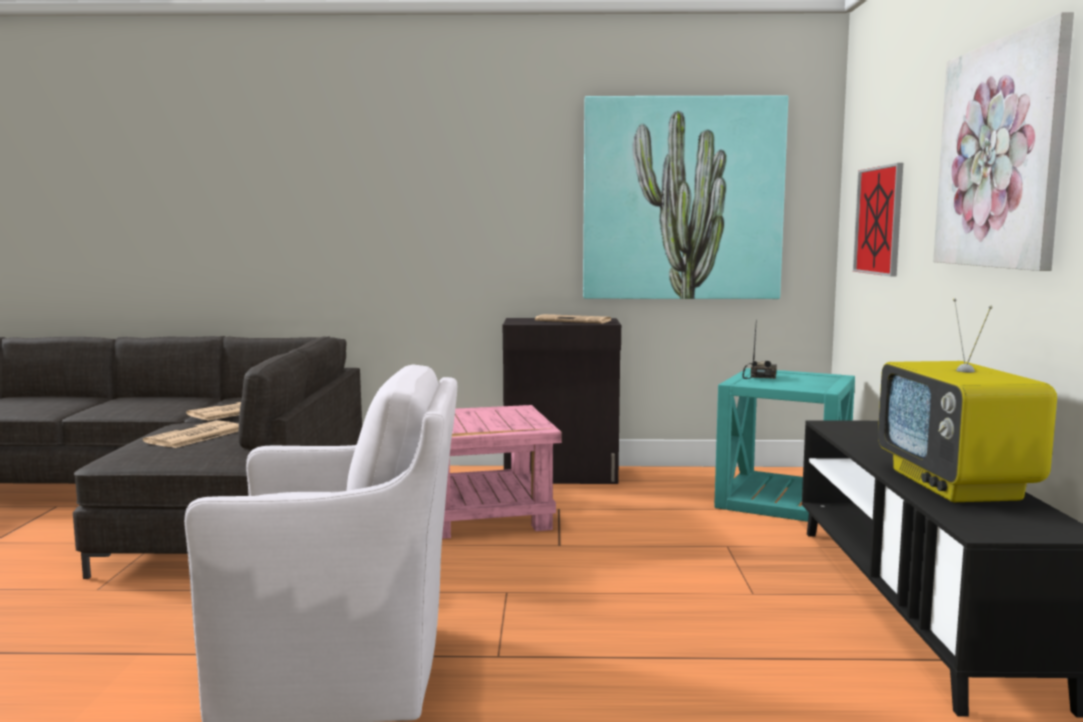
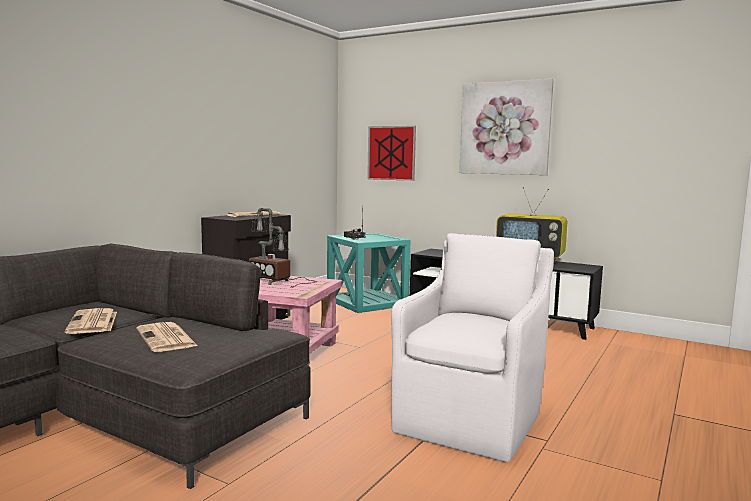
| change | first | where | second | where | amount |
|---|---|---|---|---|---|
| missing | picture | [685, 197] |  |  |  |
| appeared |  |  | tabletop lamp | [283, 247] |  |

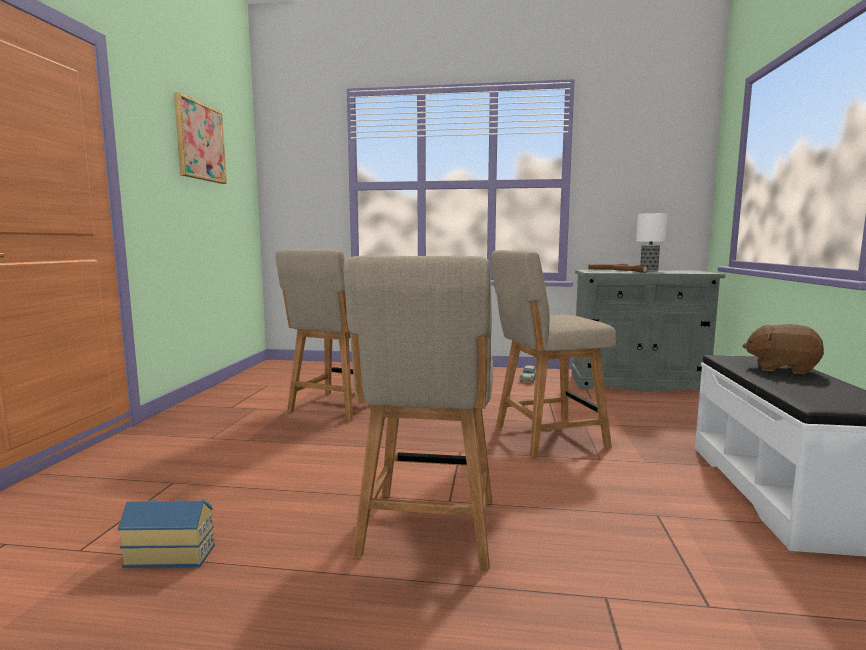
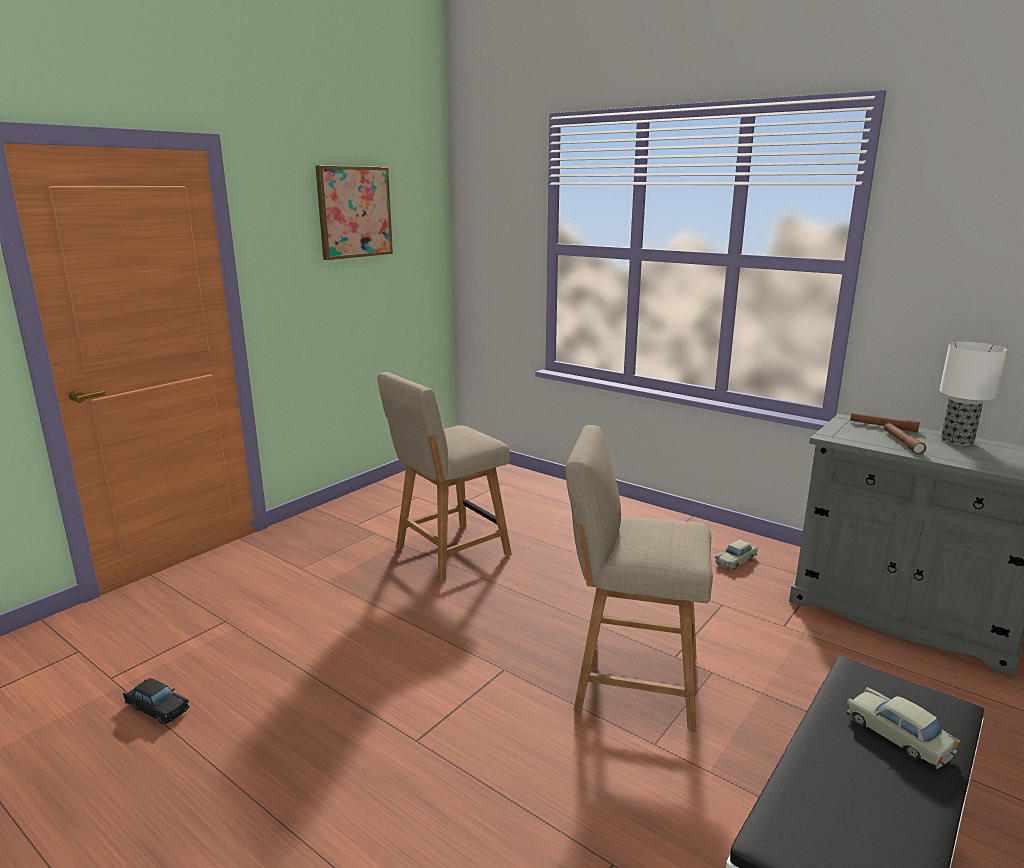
| change | first | where | second | where | amount |
|---|---|---|---|---|---|
| exchanged | miniature house | [166, 533] | black-coloured miniature car | [156, 701] |  |
| missing | beige-coloured upright chair | [418, 412] |  |  |  |
| exchanged | brown-coloured soft toy | [783, 349] | beige-coloured miniature car | [903, 728] |  |

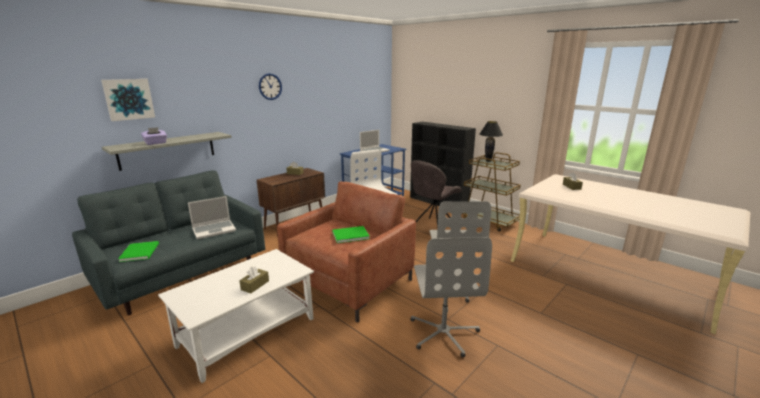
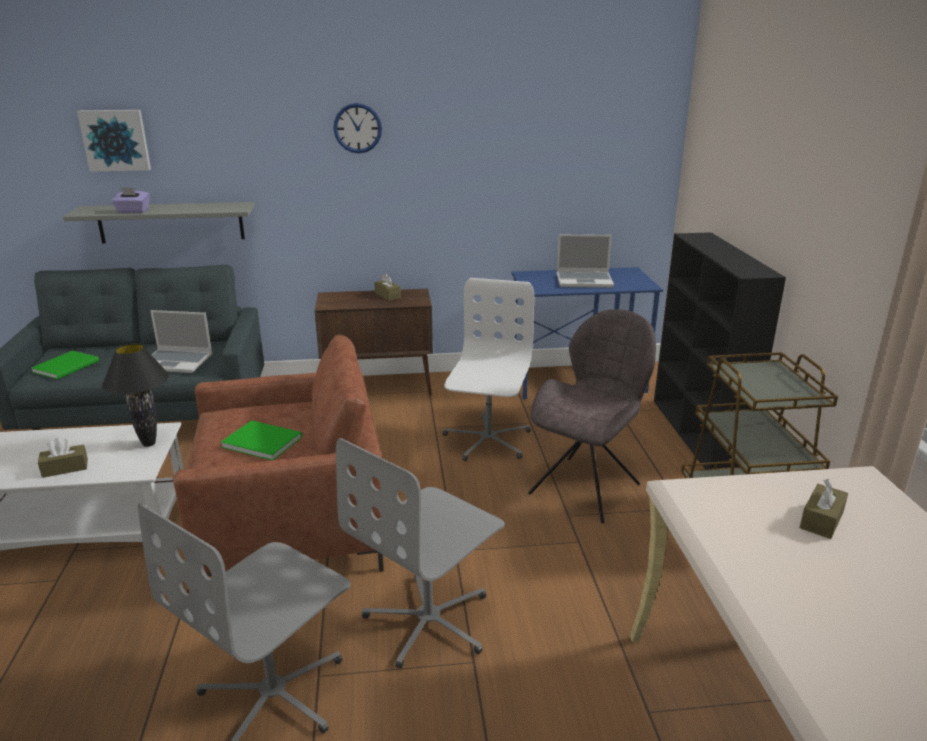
| change | first | where | second | where | amount |
|---|---|---|---|---|---|
| spun | greyish upright chair | [436, 193] |  | [592, 416] | 135 degrees clockwise |
| relocated | black-coloured tabletop lamp | [491, 141] |  | [135, 395] |  |

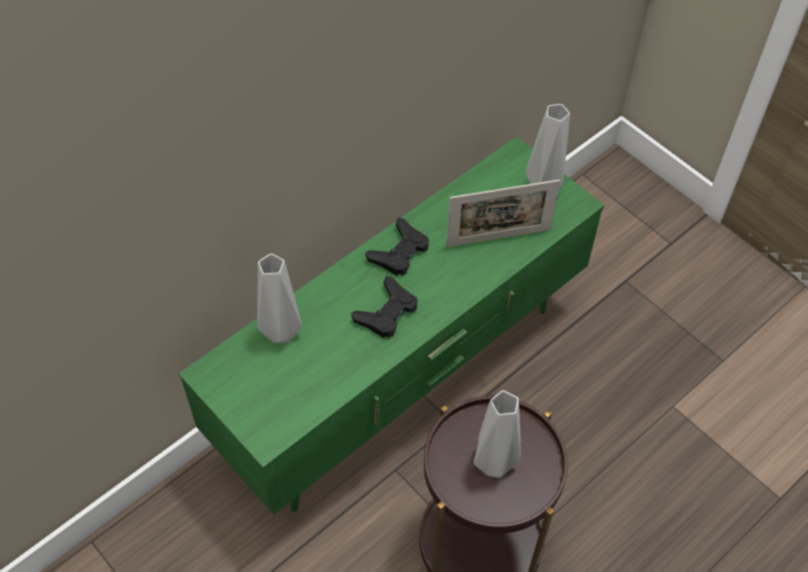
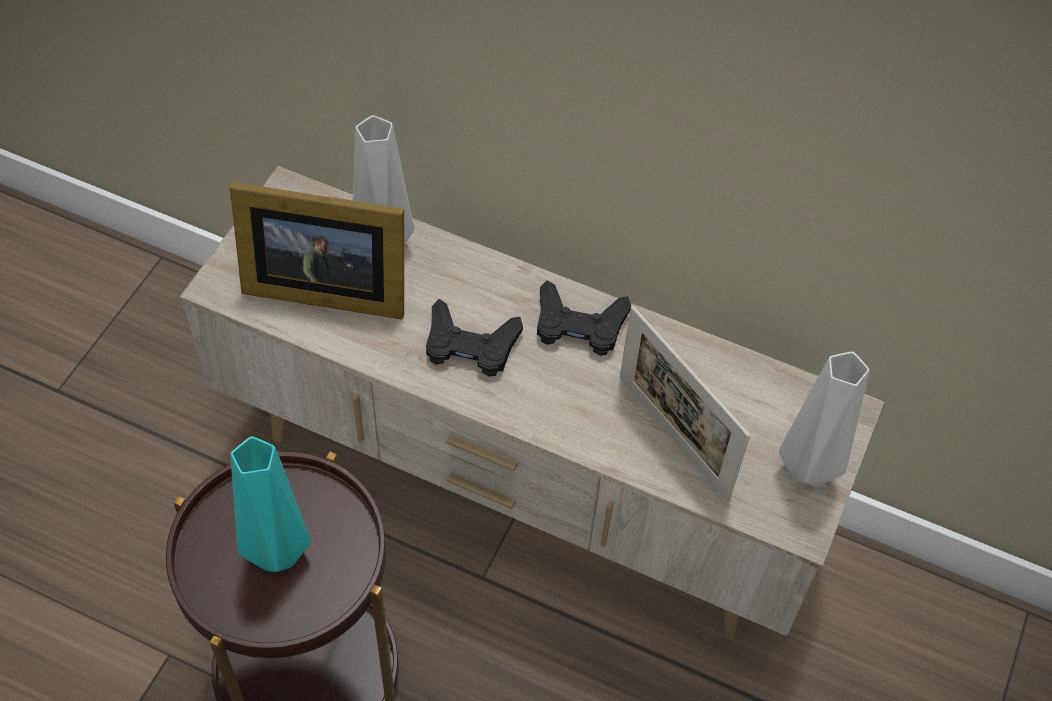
| change | first | where | second | where | amount |
|---|---|---|---|---|---|
| colour | green-coloured tv stand | [391, 325] | beige-coloured tv stand | [532, 403] |  |
| colour | greyish vase | [497, 434] | blue-green vase | [271, 504] |  |
| appeared |  |  | standing frame | [317, 250] |  |

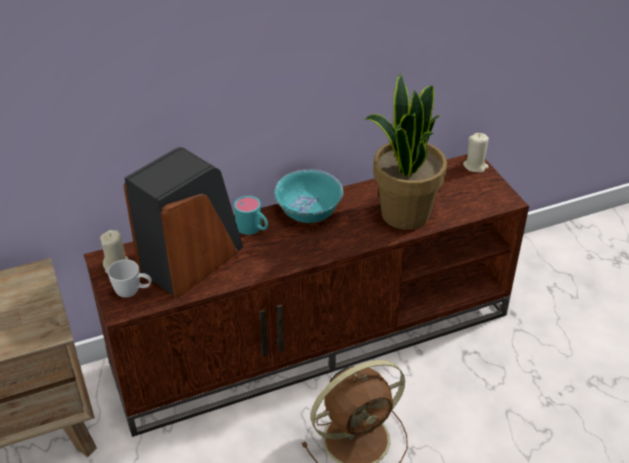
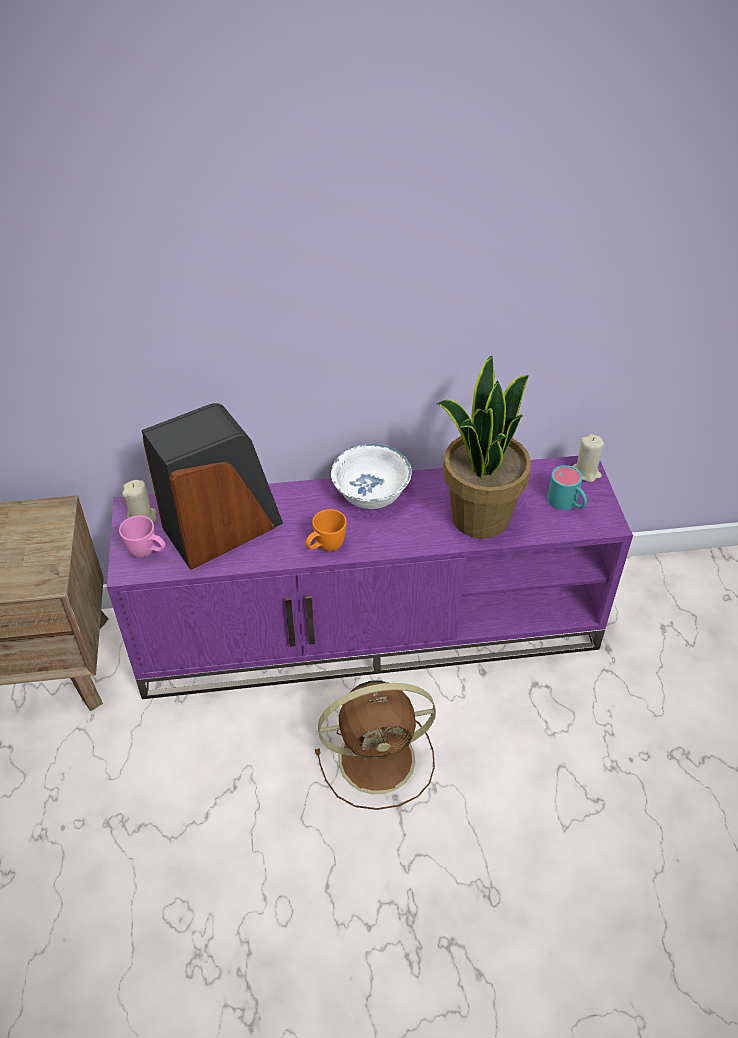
| change | first | where | second | where | amount |
|---|---|---|---|---|---|
| colour | brown-coloured tv stand | [306, 295] | purple-coloured tv stand | [370, 577] |  |
| colour | white mug | [130, 278] | pink mug | [142, 537] |  |
| relocated | blue-green mug | [251, 215] |  | [567, 487] |  |
| colour | blue-green serving bowl | [308, 196] | white serving bowl | [371, 476] |  |
| appeared |  |  | orange-coloured mug | [326, 530] |  |

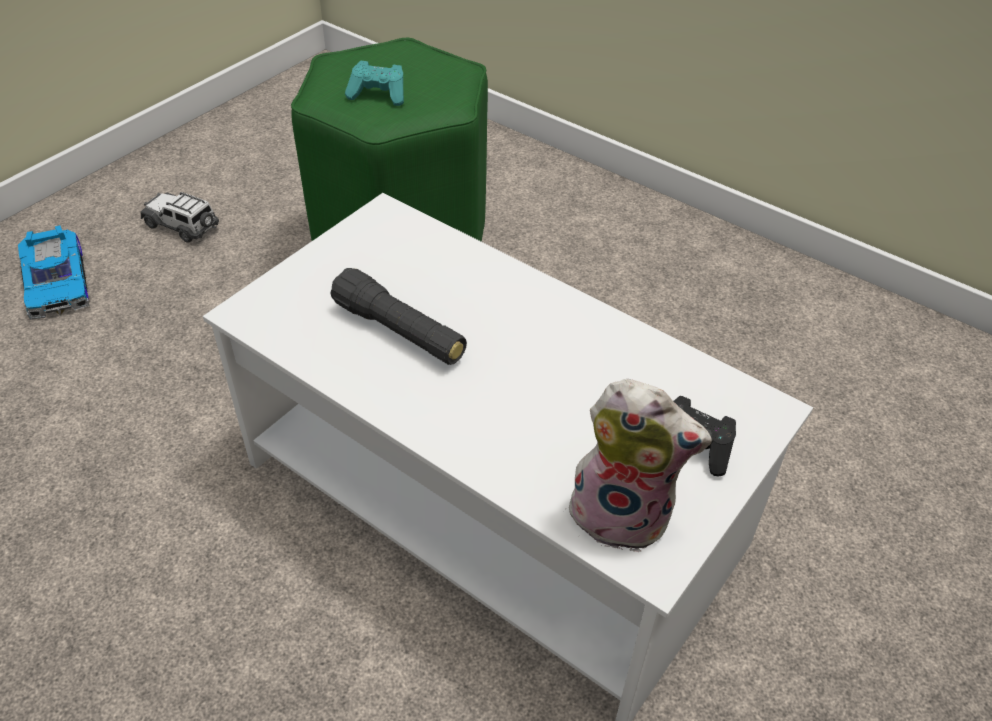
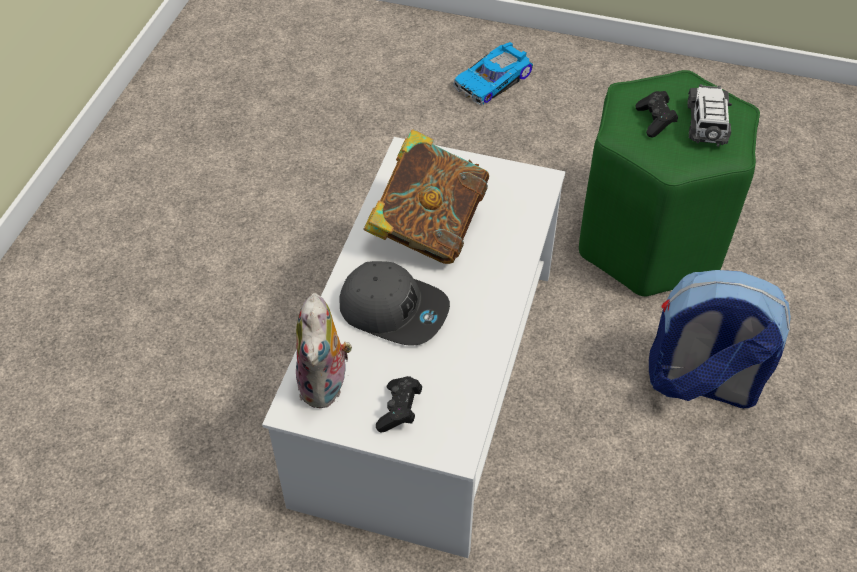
| change | first | where | second | where | amount |
|---|---|---|---|---|---|
| relocated | miniature car | [180, 217] |  | [709, 115] |  |
| exchanged | black-coloured flashlight | [398, 316] | book | [426, 196] |  |
| colour | blue-green gamepad | [374, 83] | black-coloured gamepad | [656, 114] |  |
| appeared |  |  | greyish baseball cap | [394, 303] |  |
| appeared |  |  | backpack | [720, 339] |  |

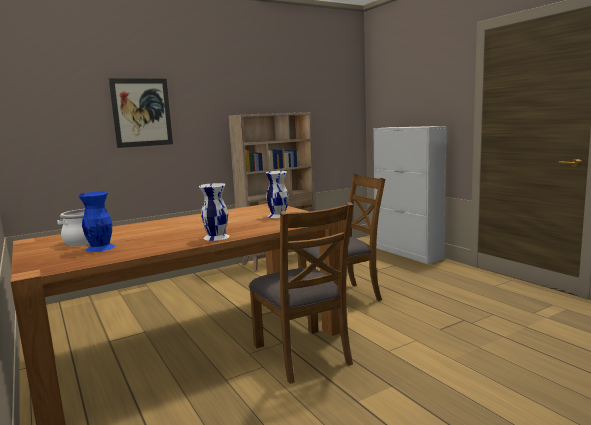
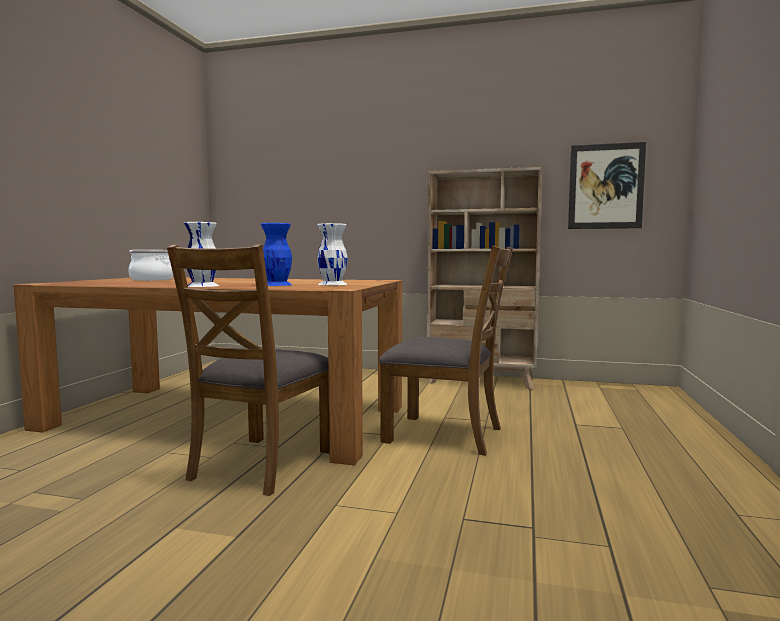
| change | first | where | second | where | amount |
|---|---|---|---|---|---|
| relocated | blue vase | [96, 221] |  | [276, 254] |  |
| relocated | picture | [141, 113] |  | [607, 185] |  |
| missing | white cupboard | [410, 195] |  |  |  |

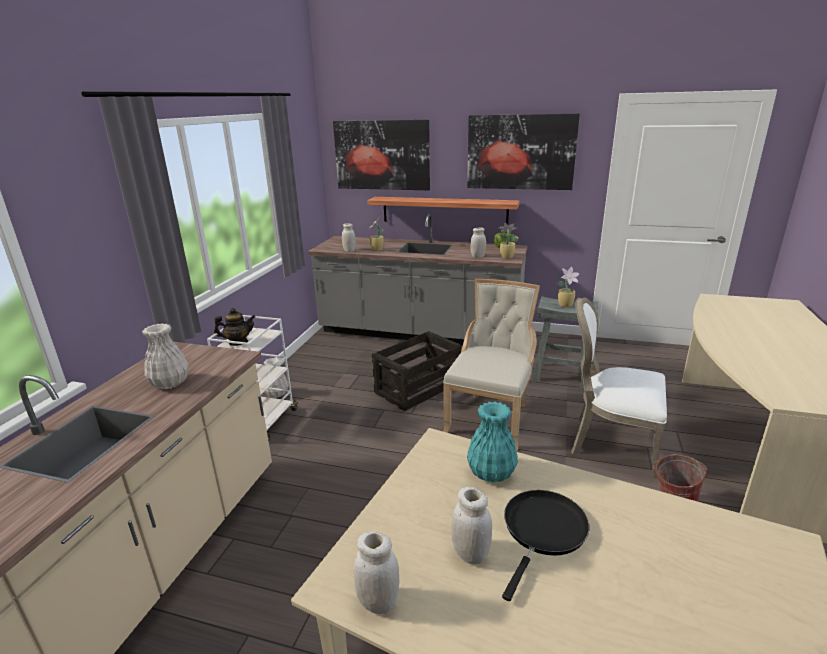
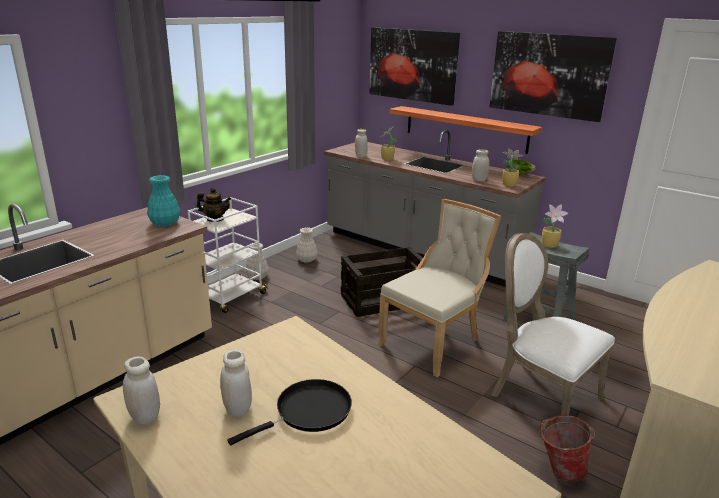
| change | first | where | second | where | amount |
|---|---|---|---|---|---|
| relocated | white vase | [165, 356] |  | [307, 244] |  |
| relocated | blue-green vase | [492, 442] |  | [163, 200] |  |

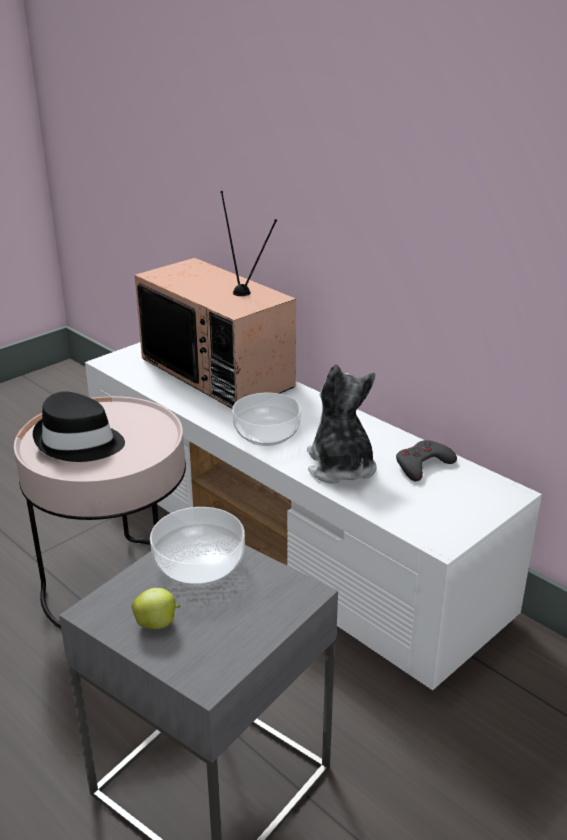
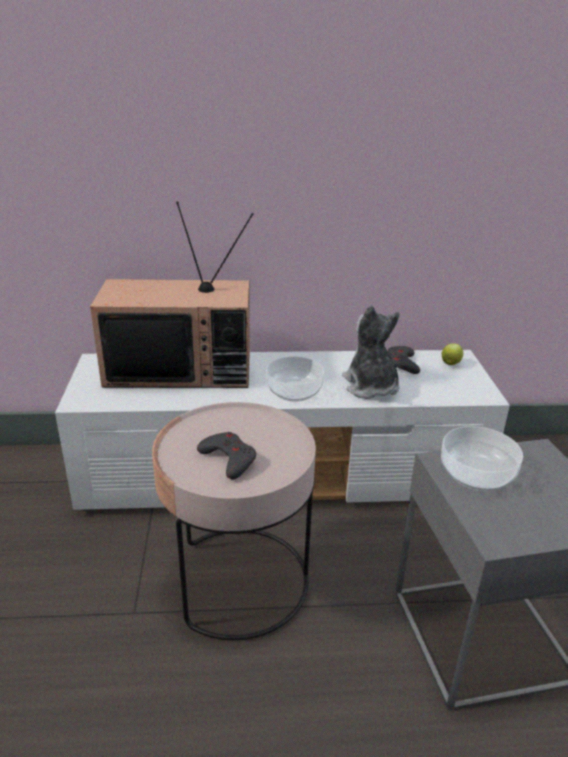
| change | first | where | second | where | amount |
|---|---|---|---|---|---|
| exchanged | black-coloured clothing hat | [79, 426] | greyish gamepad | [226, 455] |  |
| relocated | apple fruit | [156, 608] |  | [452, 354] |  |
| spun | soft toy | [342, 424] |  | [371, 352] | 45 degrees clockwise |

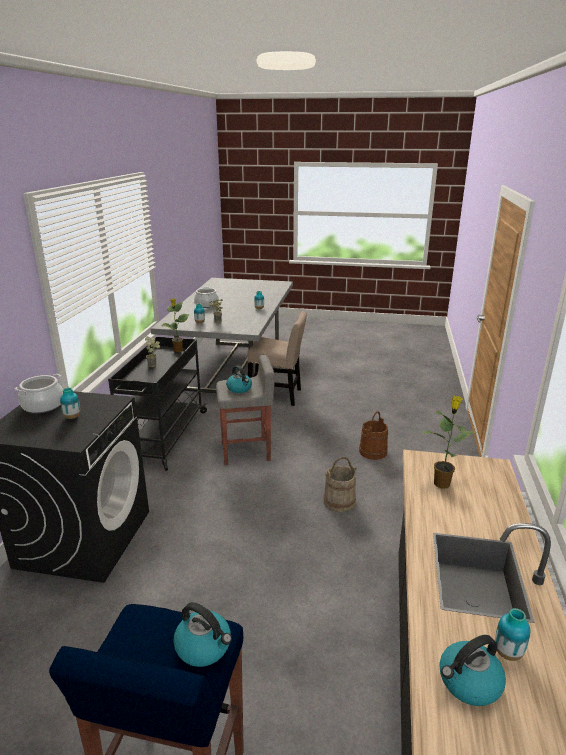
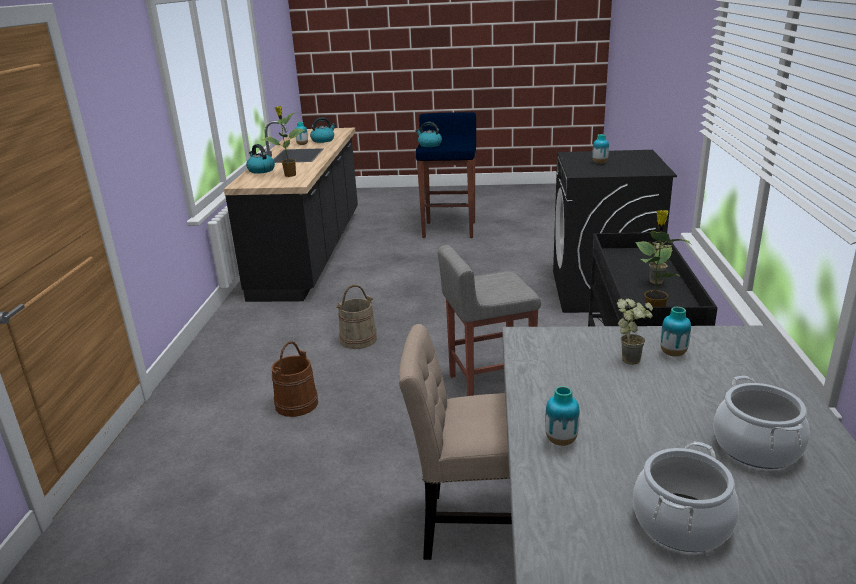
| change | first | where | second | where | amount |
|---|---|---|---|---|---|
| relocated | stockpot | [38, 393] |  | [686, 497] |  |
| relocated | water kettle | [239, 379] |  | [260, 159] |  |

